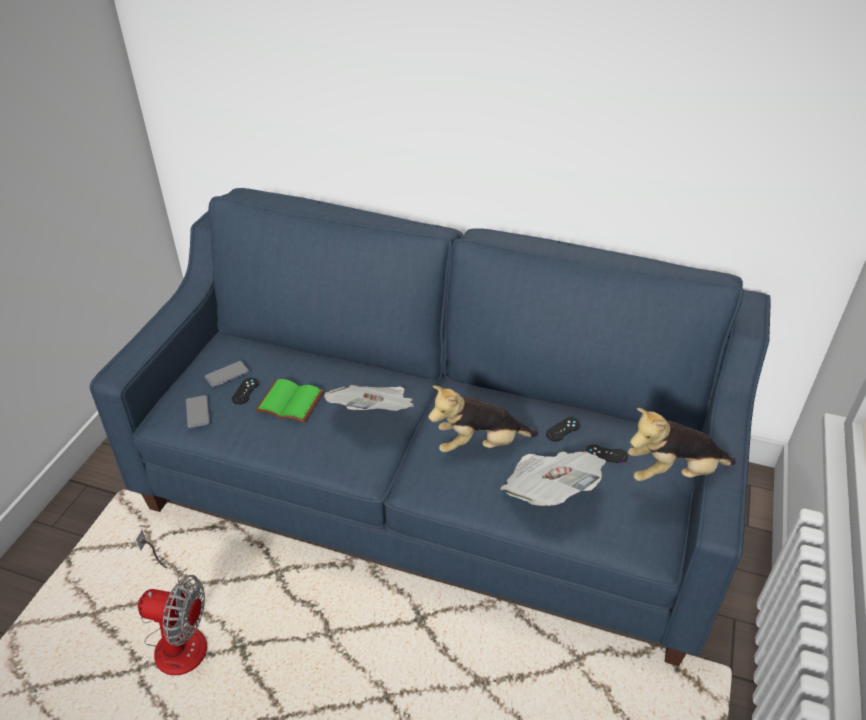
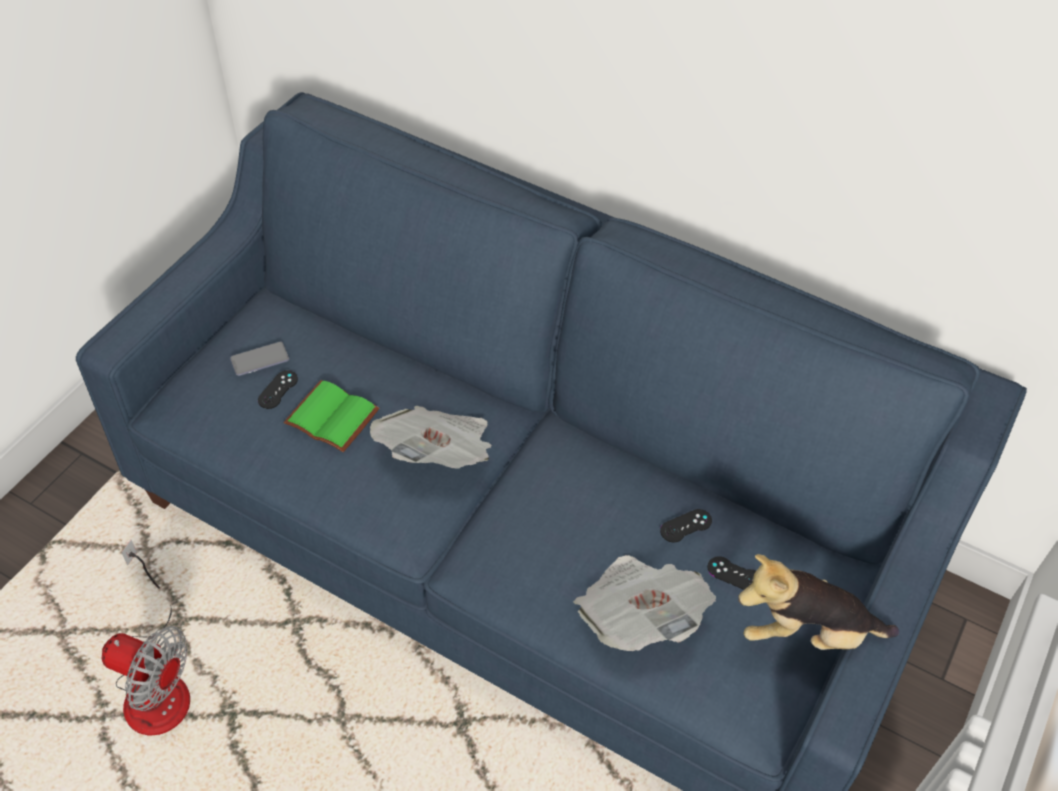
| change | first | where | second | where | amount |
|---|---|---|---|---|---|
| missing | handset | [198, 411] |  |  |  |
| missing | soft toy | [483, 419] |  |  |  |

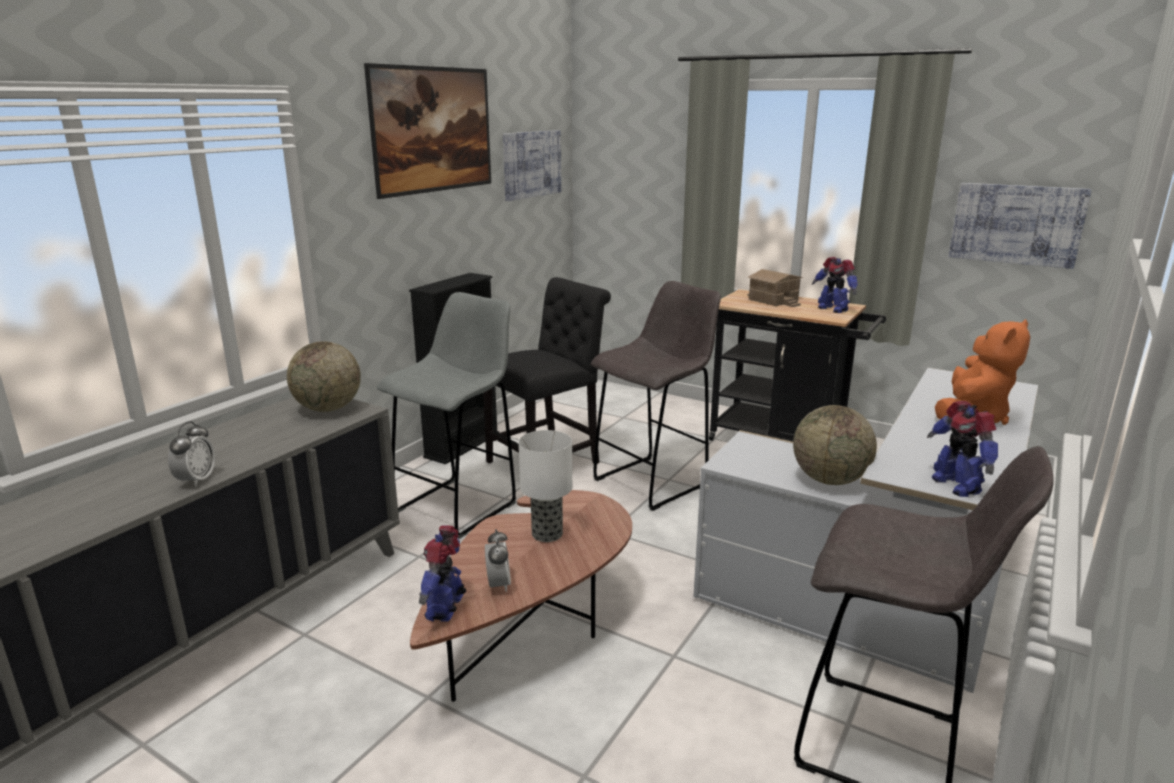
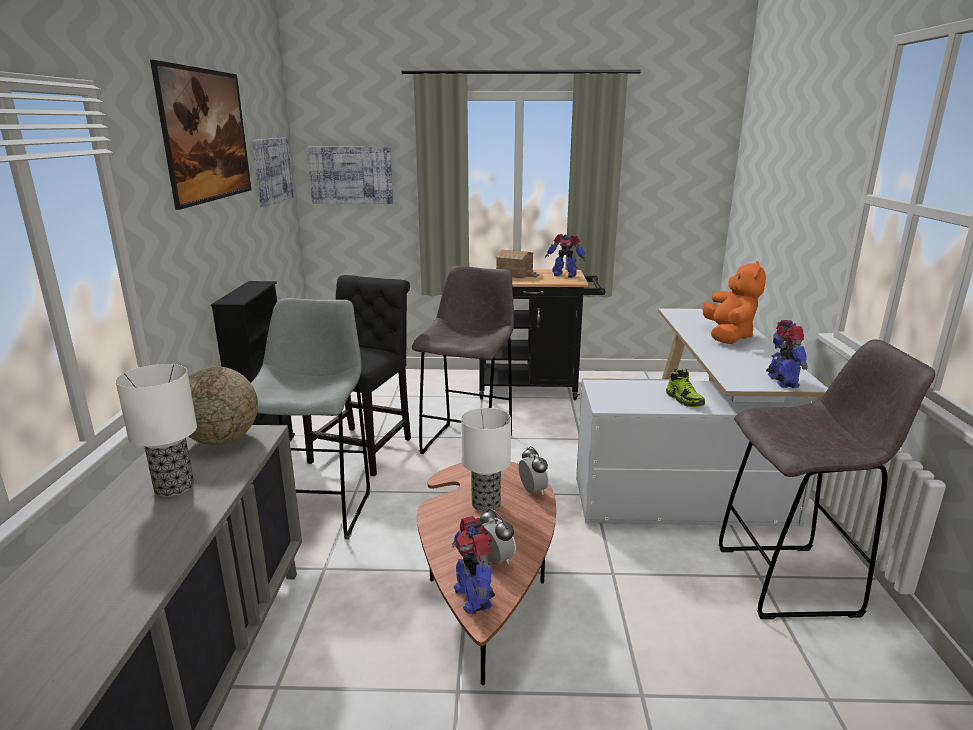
| change | first | where | second | where | amount |
|---|---|---|---|---|---|
| relocated | alarm clock | [191, 454] |  | [534, 470] |  |
| exchanged | world globe | [835, 445] | item of footwear | [685, 387] |  |
| spun | toy robot | [962, 449] |  | [787, 354] | 135 degrees counterclockwise |
| relocated | picture | [1020, 226] |  | [350, 175] |  |
| appeared |  |  | tabletop lamp | [156, 430] |  |

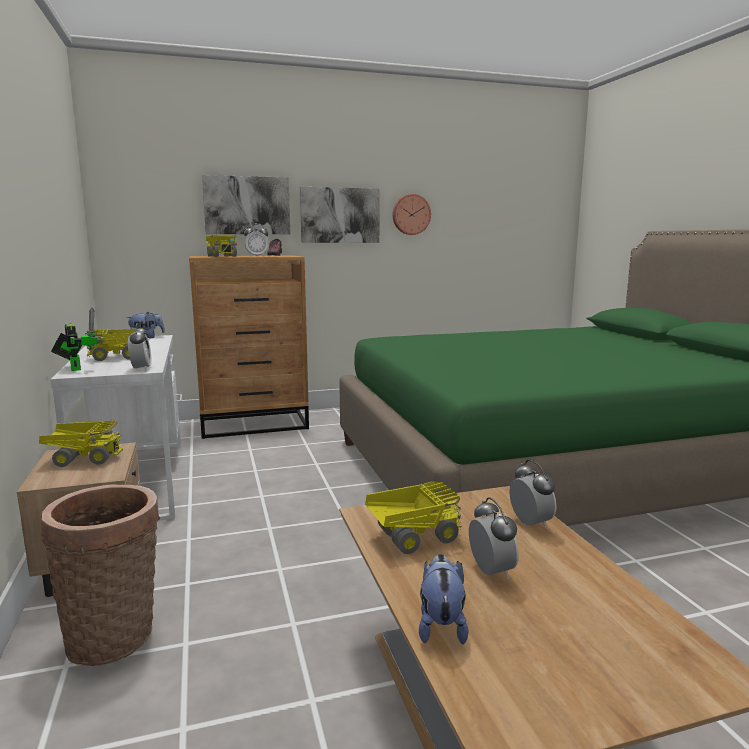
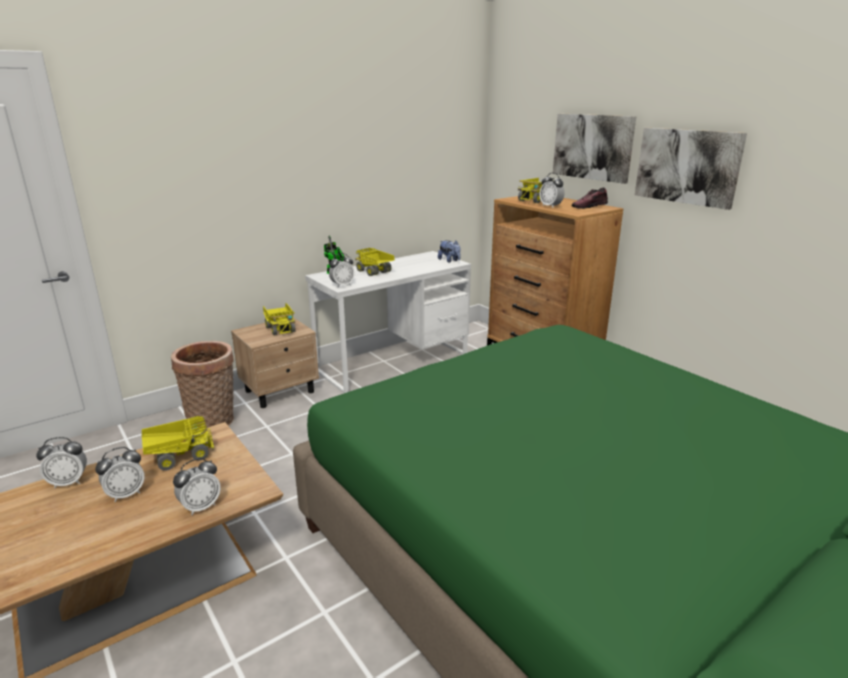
| change | first | where | second | where | amount |
|---|---|---|---|---|---|
| spun | toy lorry | [413, 518] |  | [178, 443] | 75 degrees counterclockwise |
| missing | clock on the wall | [411, 214] |  |  |  |
| exchanged | soft toy | [444, 599] | alarm clock | [61, 462] |  |

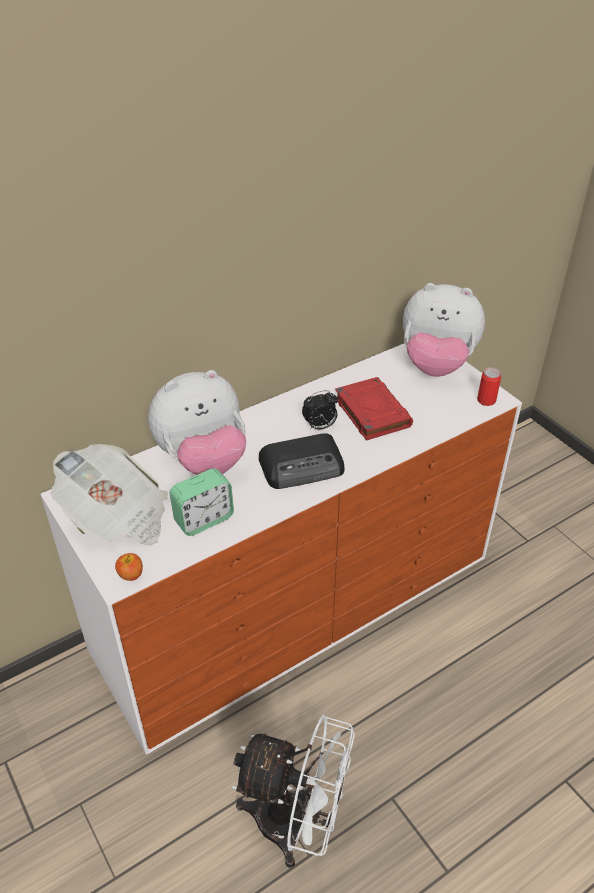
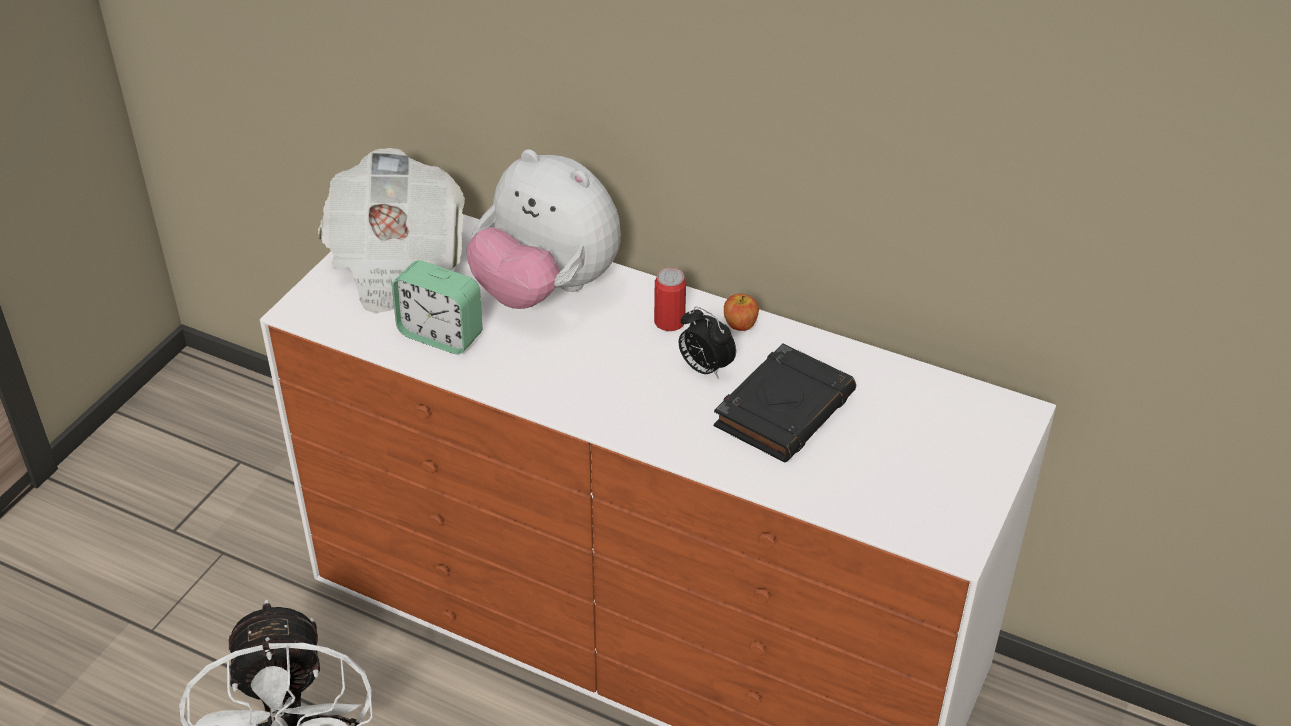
| change | first | where | second | where | amount |
|---|---|---|---|---|---|
| relocated | apple fruit | [129, 567] |  | [741, 312] |  |
| missing | radio | [302, 461] |  |  |  |
| colour | red book | [374, 409] | black-coloured book | [785, 403] |  |
| missing | soft toy | [444, 330] |  |  |  |
| relocated | sealed can | [489, 386] |  | [670, 299] |  |

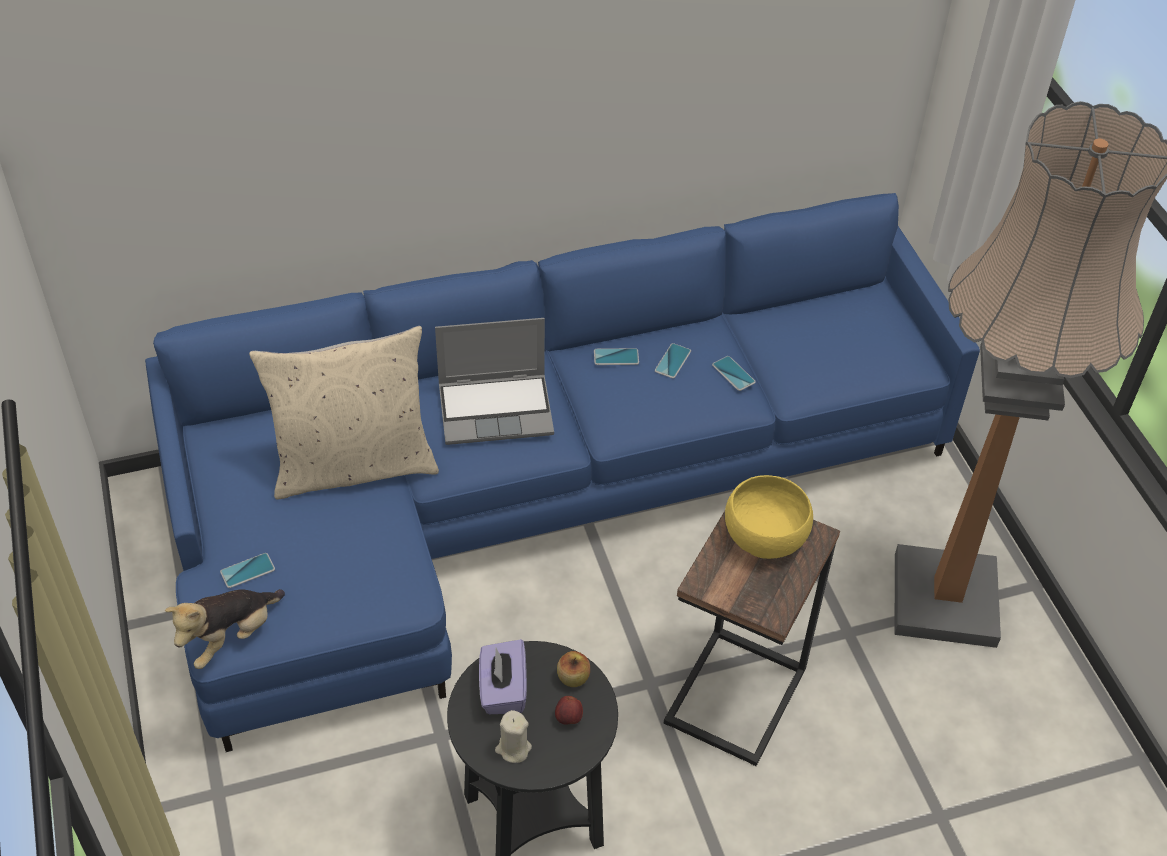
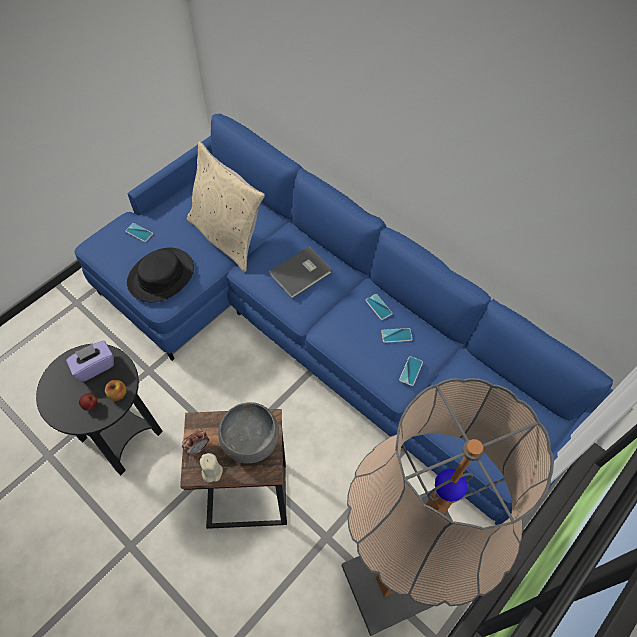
| change | first | where | second | where | amount |
|---|---|---|---|---|---|
| missing | soft toy | [225, 629] |  |  |  |
| exchanged | notebook computer | [494, 381] | greyish book | [300, 272] |  |
| relocated | beige-coloured wax candle | [513, 736] |  | [211, 467] |  |
| colour | yellow serving bowl | [769, 517] | greyish serving bowl | [248, 433] |  |
| appeared |  |  | black-coloured clothing hat | [160, 275] |  |
| appeared |  |  | alarm clock | [195, 442] |  |

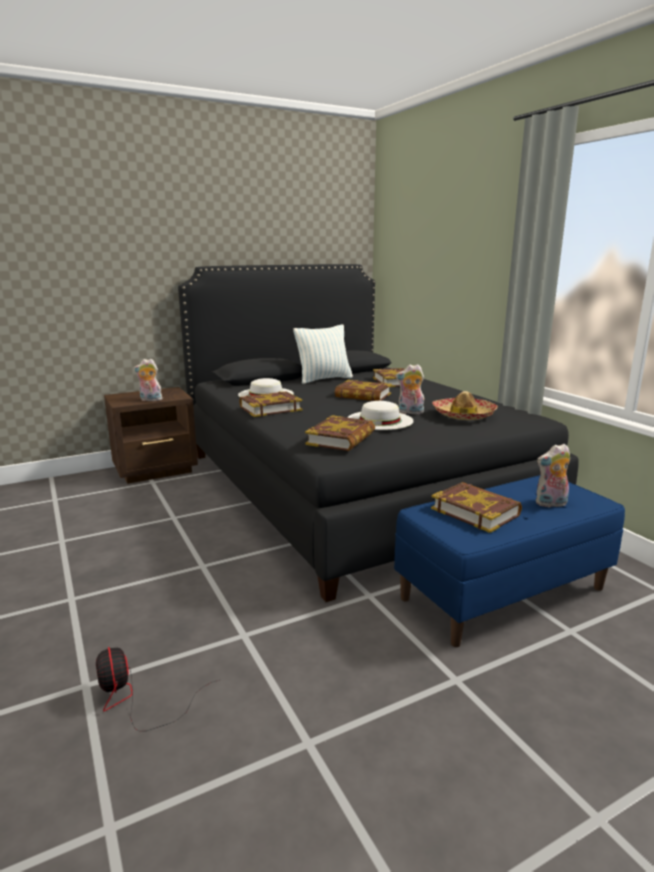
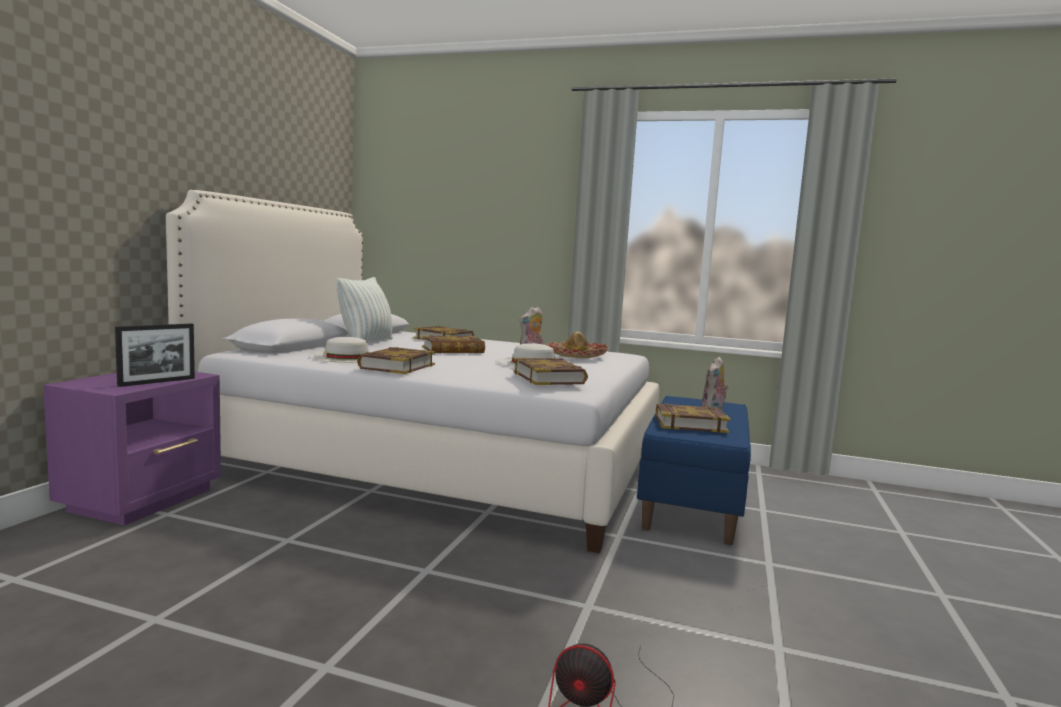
| change | first | where | second | where | amount |
|---|---|---|---|---|---|
| colour | brown-coloured nightstand | [151, 435] | purple-coloured nightstand | [132, 448] |  |
| exchanged | soft toy | [149, 380] | standing frame | [155, 355] |  |
| colour | black-coloured bedroom bed | [378, 433] | white bedroom bed | [412, 371] |  |

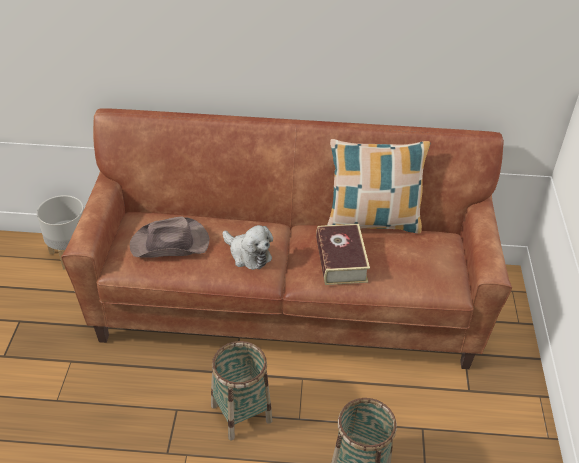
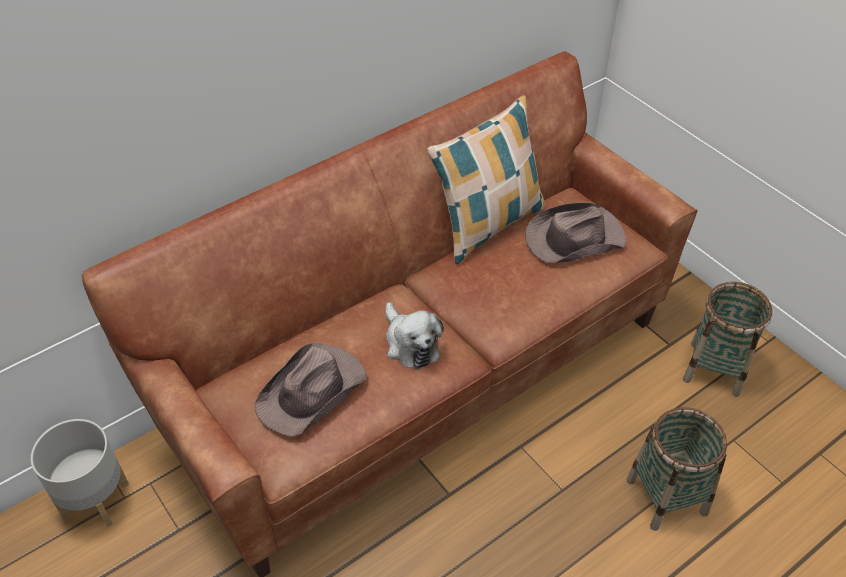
| change | first | where | second | where | amount |
|---|---|---|---|---|---|
| relocated | basket | [241, 390] |  | [727, 339] |  |
| spun | soft toy | [248, 247] |  | [415, 336] | 60 degrees clockwise |
| missing | book | [343, 254] |  |  |  |
| appeared |  |  | brown-coloured clothing hat | [575, 232] |  |

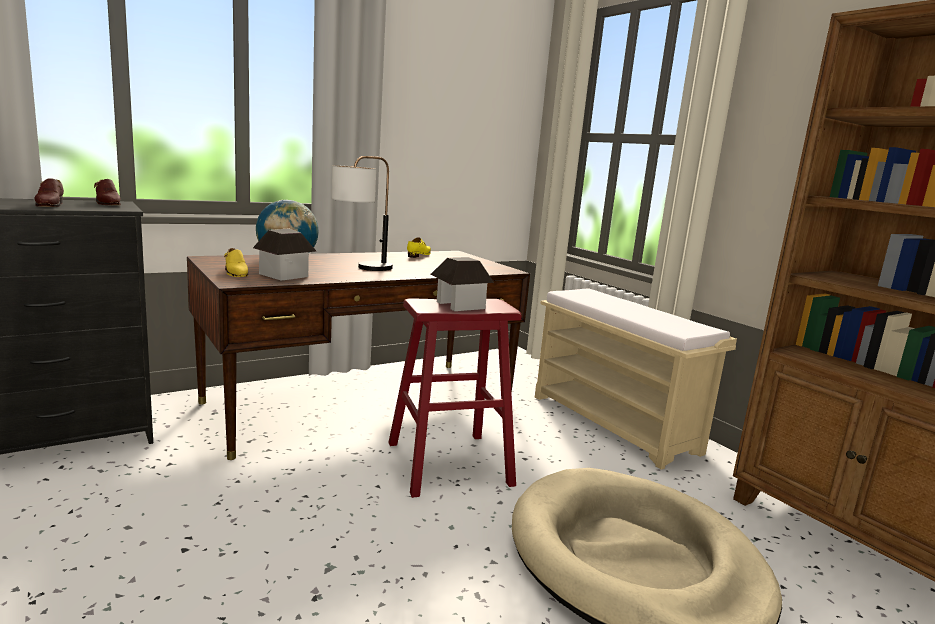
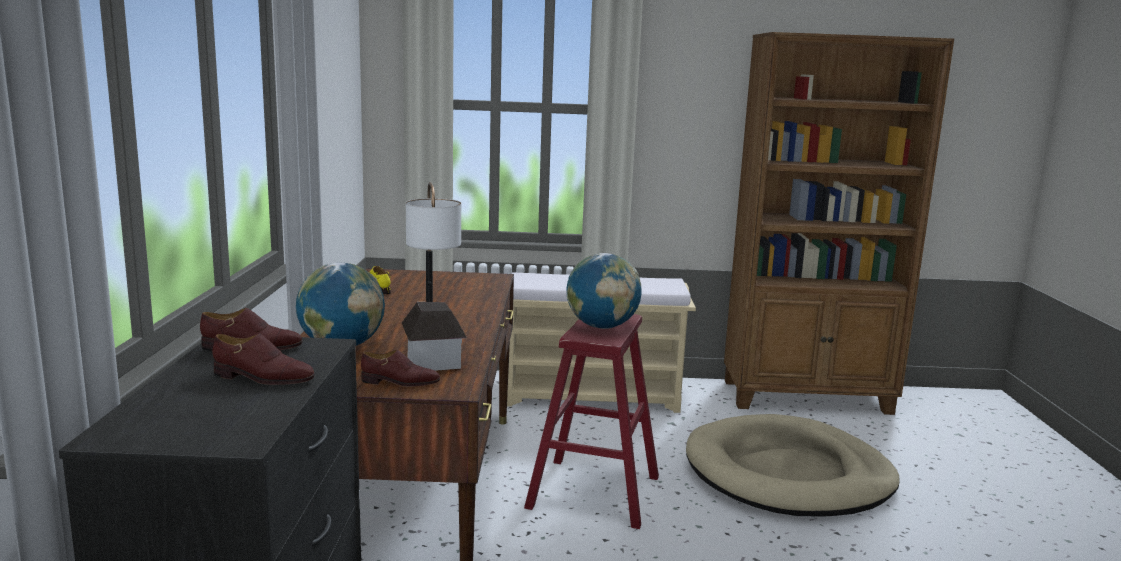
| change | first | where | second | where | amount |
|---|---|---|---|---|---|
| colour | yellow item of footwear | [236, 262] | brown-coloured item of footwear | [400, 368] |  |
| exchanged | miniature house | [462, 284] | world globe | [604, 291] |  |

